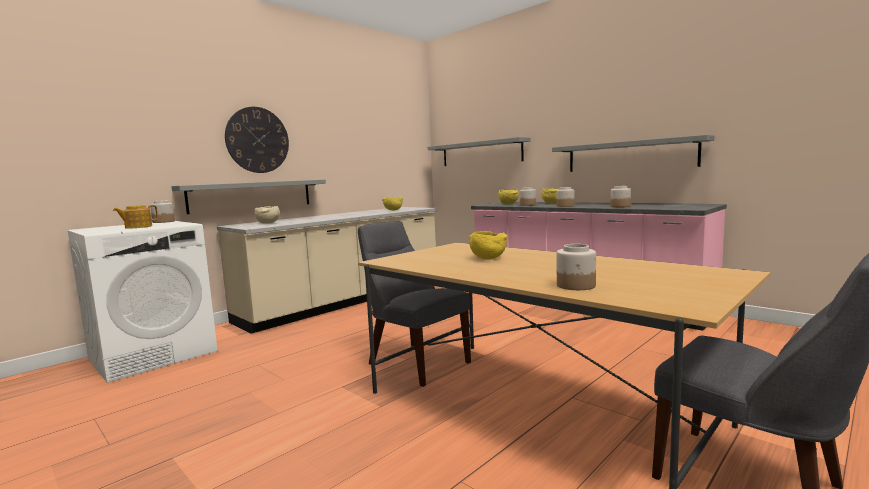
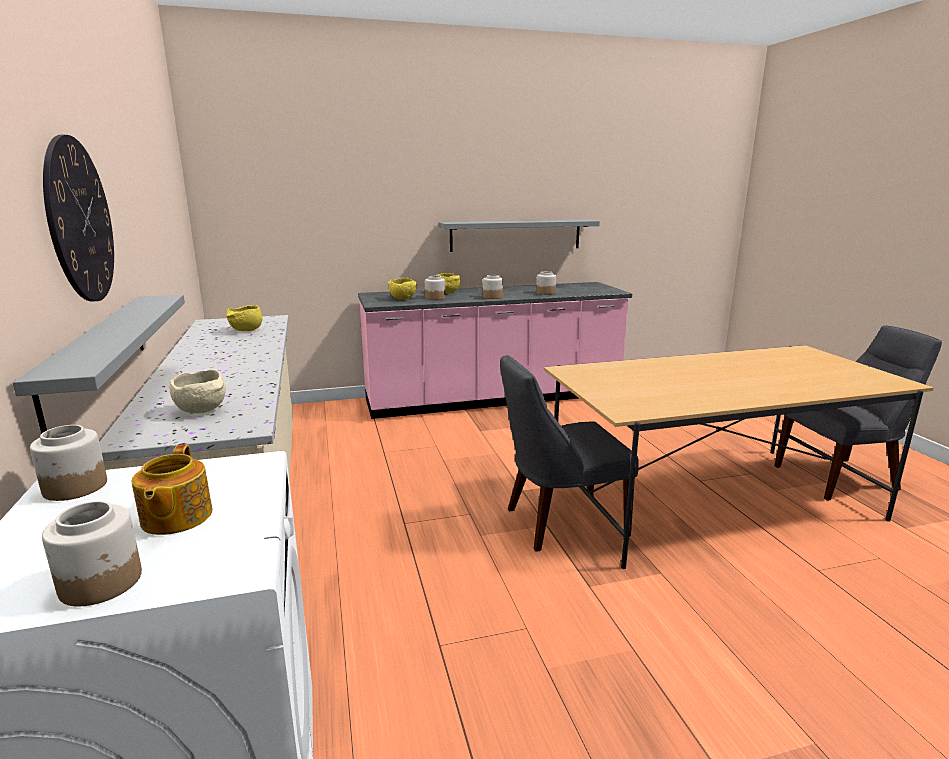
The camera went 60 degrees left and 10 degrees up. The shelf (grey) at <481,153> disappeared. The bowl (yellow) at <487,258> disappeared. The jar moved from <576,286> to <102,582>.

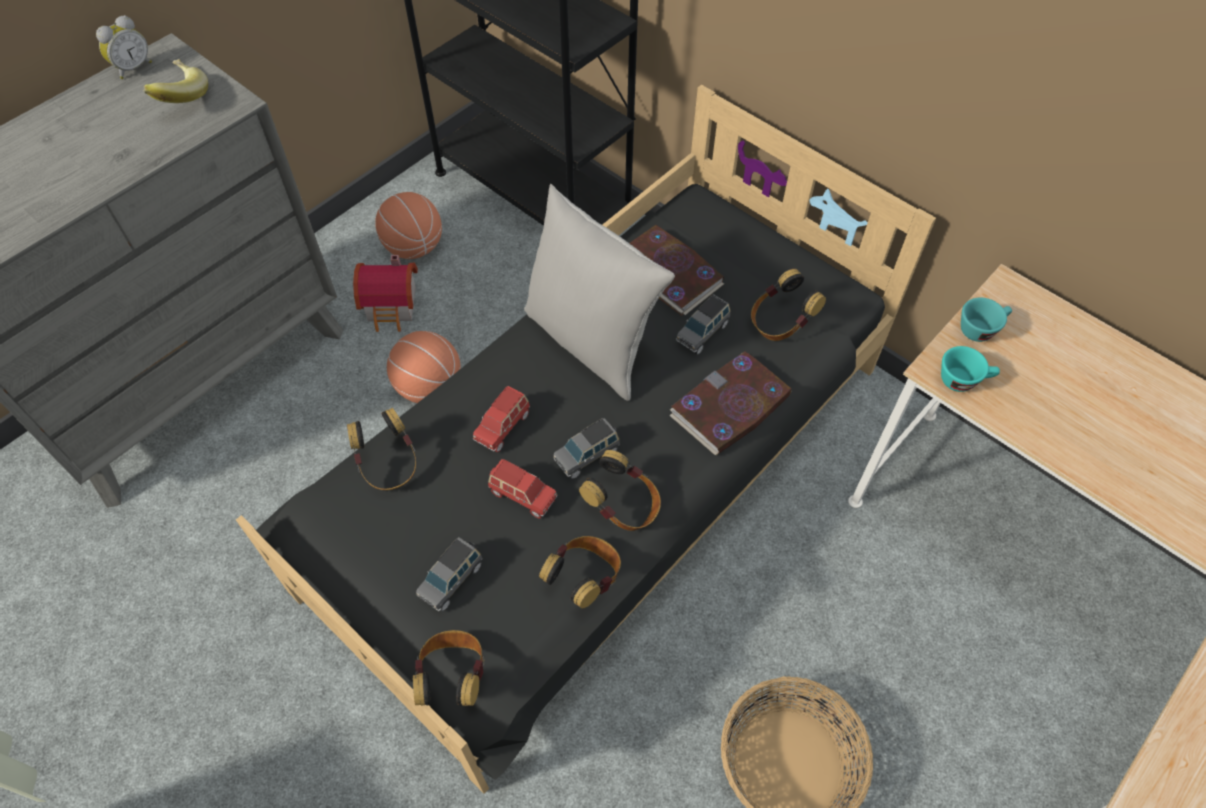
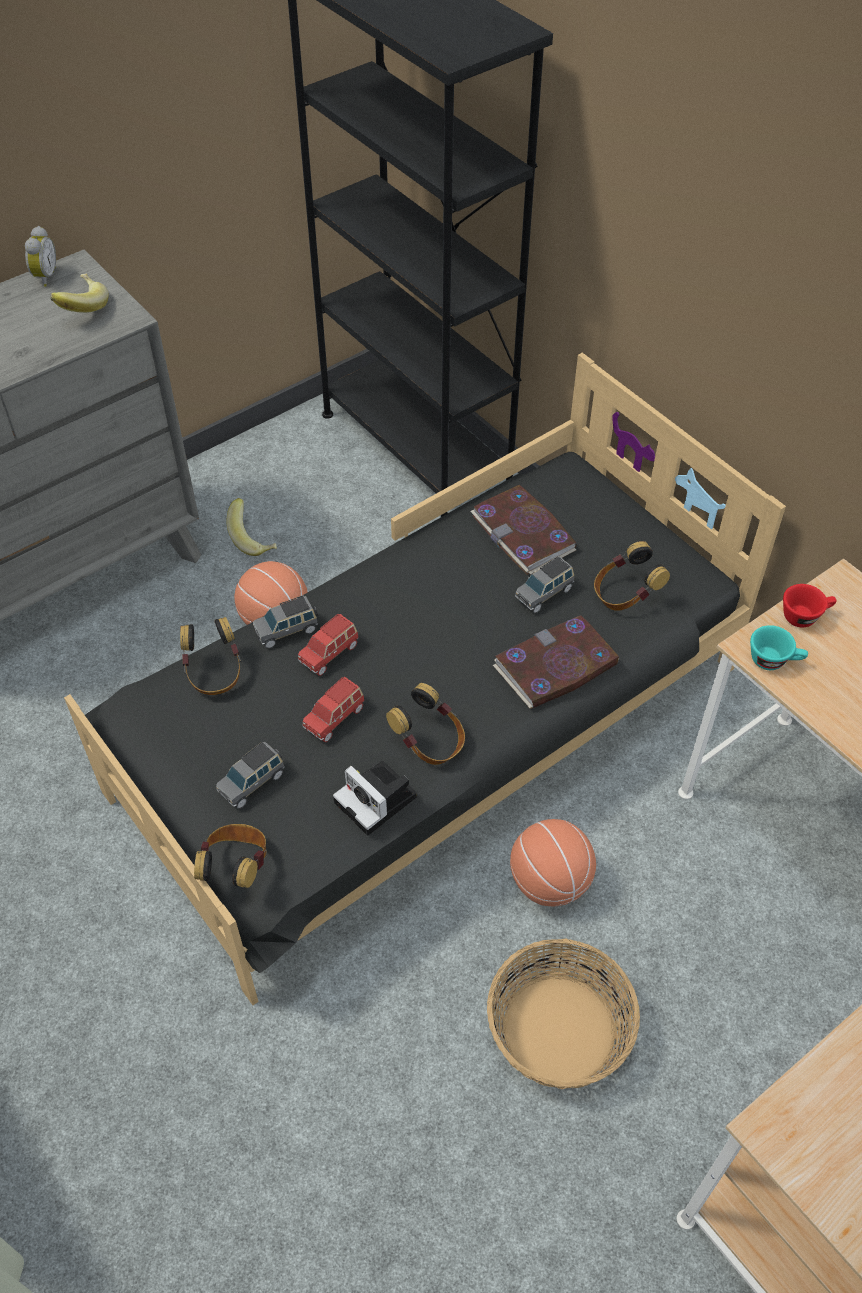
The camera went 10 degrees right and 5 degrees down. The alarm clock at <133,68> turned 45 degrees counterclockwise. The toy house at <393,307> was replaced by the banana at <254,539>. The basketball moved from <413,247> to <549,881>. The toy car (red) at <522,495> turned 90 degrees clockwise. The pillow (grey) at <591,342> disappeared. The headphones at <585,578> was replaced by the photo camera at <378,801>. The toy car (grey) moved from <587,455> to <287,630>. The cup (turquoise) at <980,328> became the cup (red) at <804,615>.

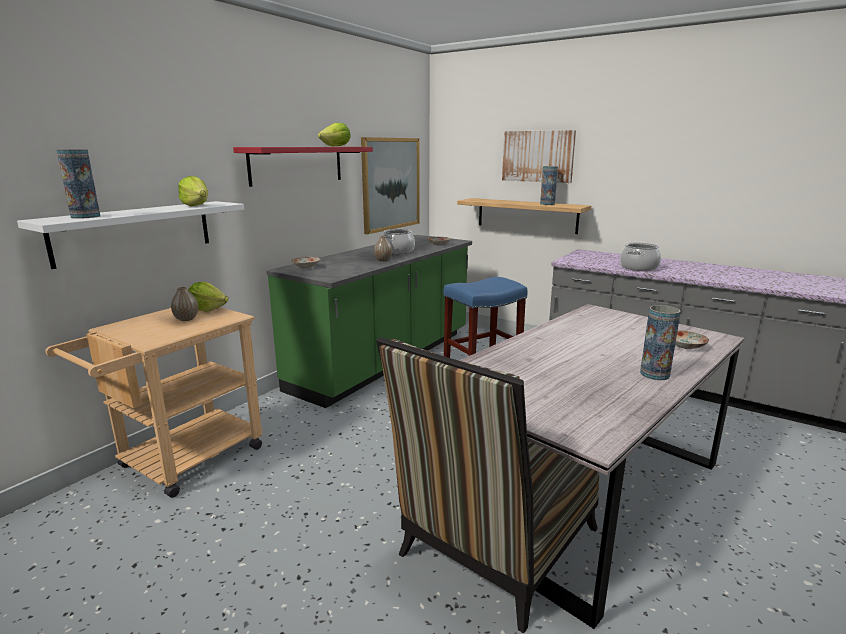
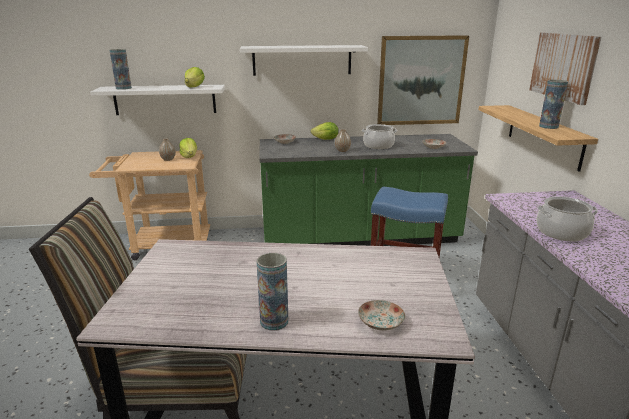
The camera went 50 degrees right and 5 degrees up. The shelf (red) at <297,165> became the shelf (white) at <302,60>. The lettuce moved from <336,146> to <326,139>.

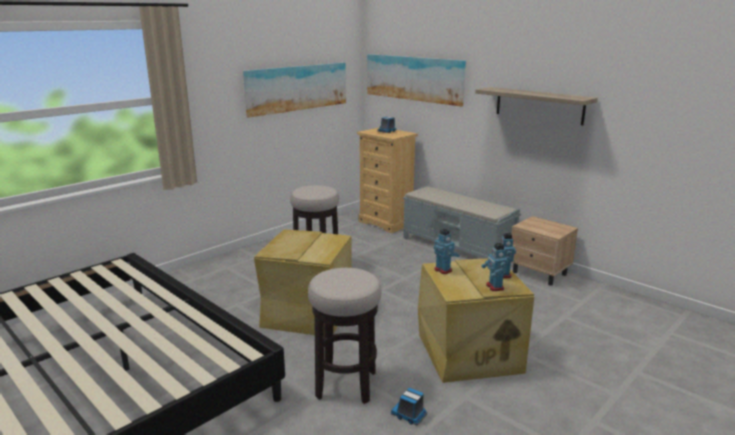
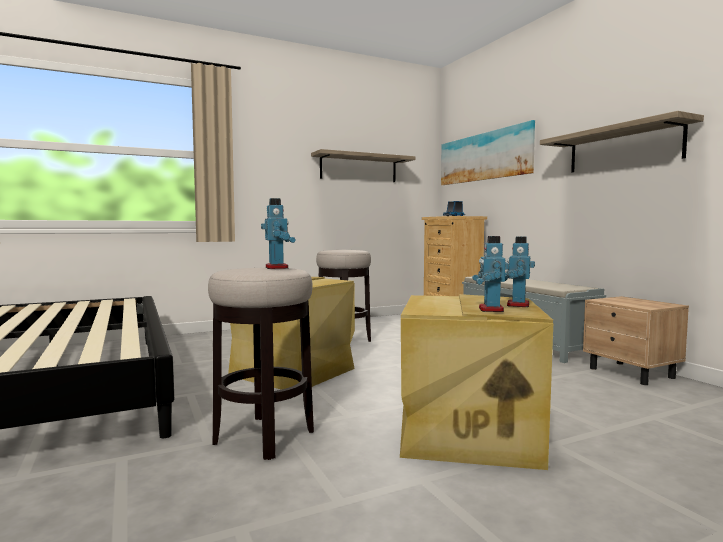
The camera went 20 degrees right and 15 degrees down. The picture at <296,88> was replaced by the shelf at <358,168>. The toy truck at <409,415> disappeared. The toy robot moved from <443,270> to <277,267>.

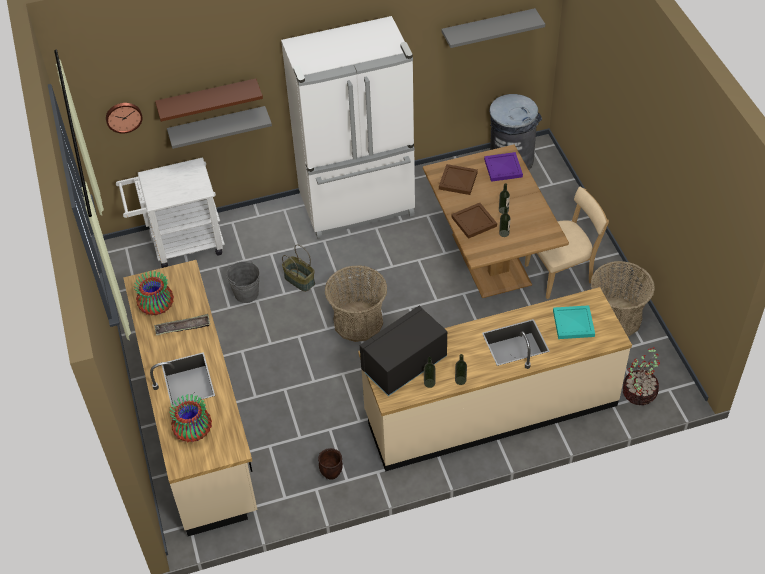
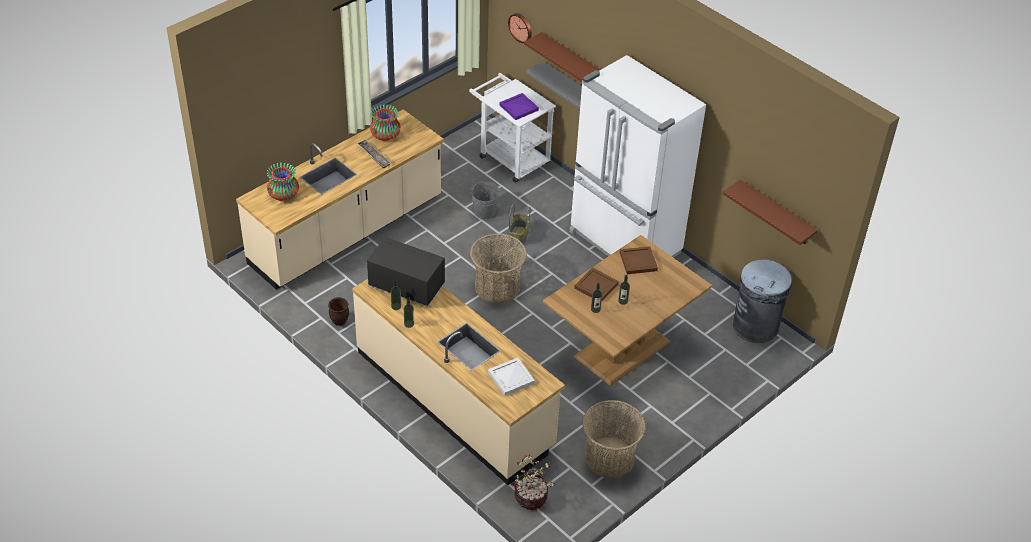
The camera went 60 degrees right and 5 degrees down. The shelf (grey) at <488,28> disappeared. The tray (purple) moved from <502,168> to <518,107>. The chair (beige) at <561,273> disappeared. The tray (turquoise) at <572,323> became the tray (white) at <511,377>. The shelf (brown) at <776,213> appeared.

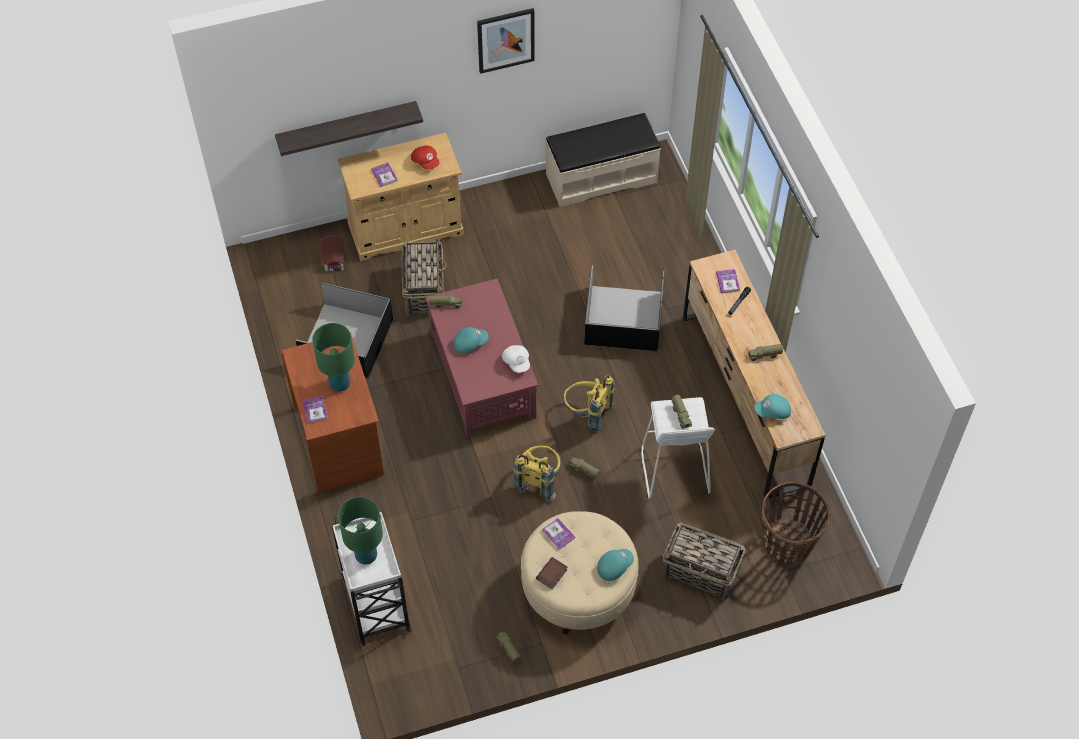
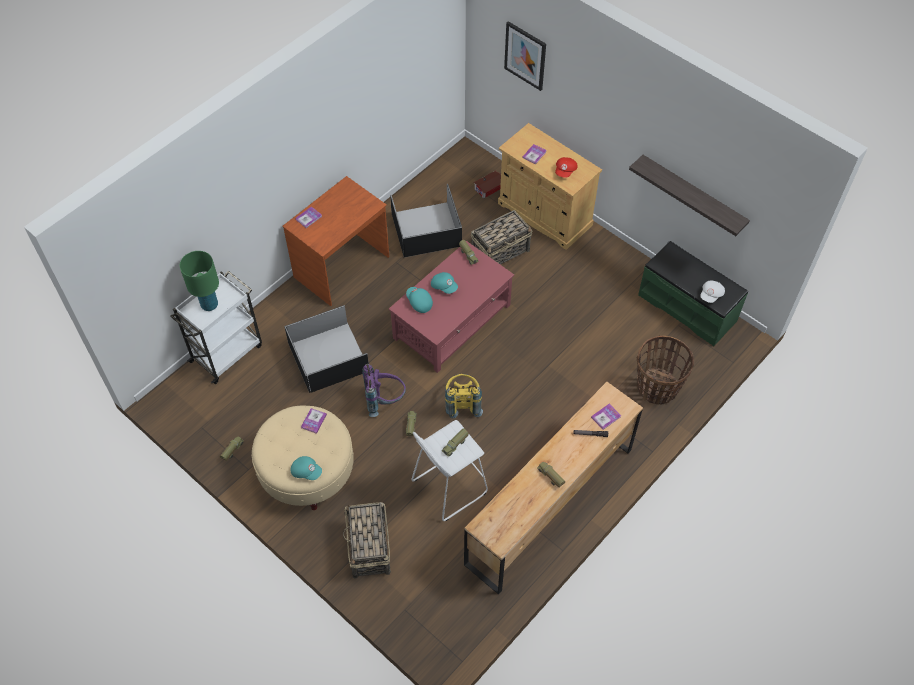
The camera went 60 degrees right and 0 degrees up. The shelf moved from <347,127> to <692,195>. The table lamp (green) at <340,384> disappeared. The picture moved from <505,40> to <525,55>. The cap (white) moved from <517,362> to <711,295>. The backpack (yellow) at <539,480> became the backpack (purple) at <384,400>. The book at <552,575> disappeared. The bench (beige) at <601,177> became the bench (green) at <687,307>. The storage box (black) moved from <624,318> to <329,358>. The cap (turquoise) moved from <773,412> to <419,302>. The basket moved from <787,543> to <657,388>.

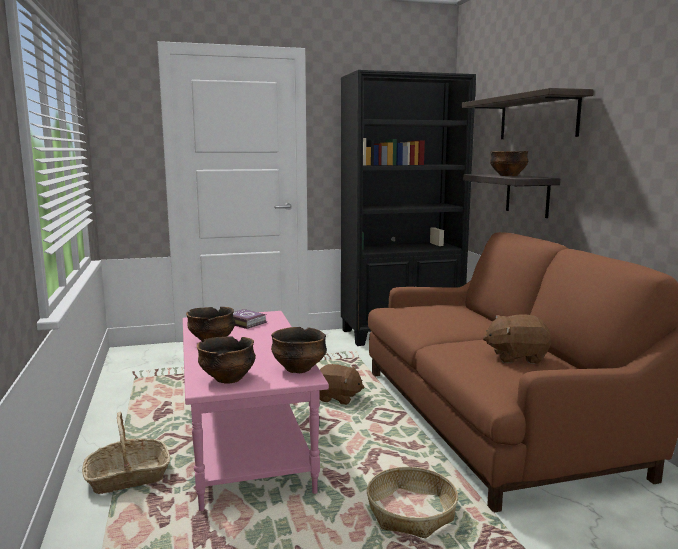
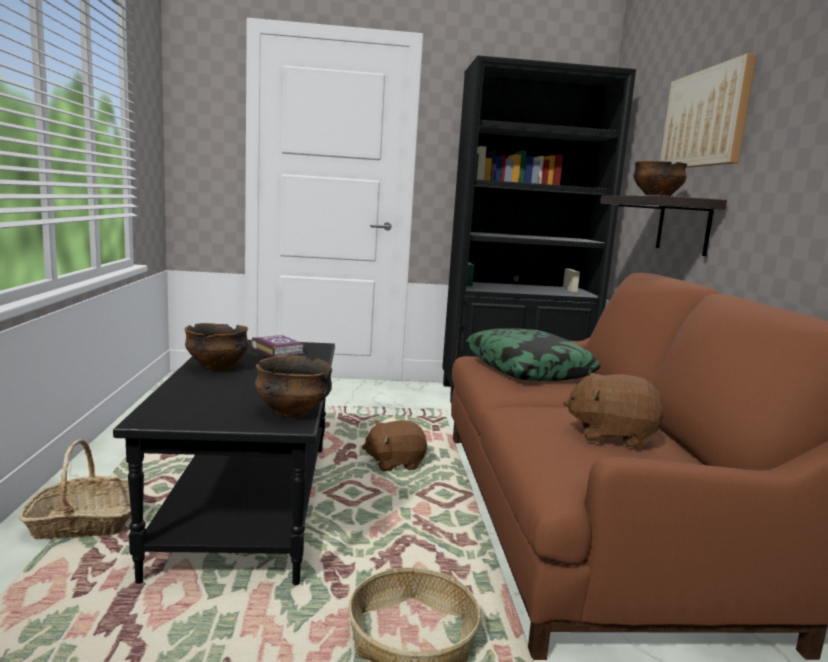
The camera went 10 degrees right and 0 degrees up. The coffee table (pink) at <248,444> became the coffee table (black) at <251,504>. The bowl at <228,378> disappeared. The plush toy (brown) at <338,398> turned 135 degrees clockwise. The shelf at <537,117> was replaced by the picture at <706,118>. The pillow at <528,368> appeared.

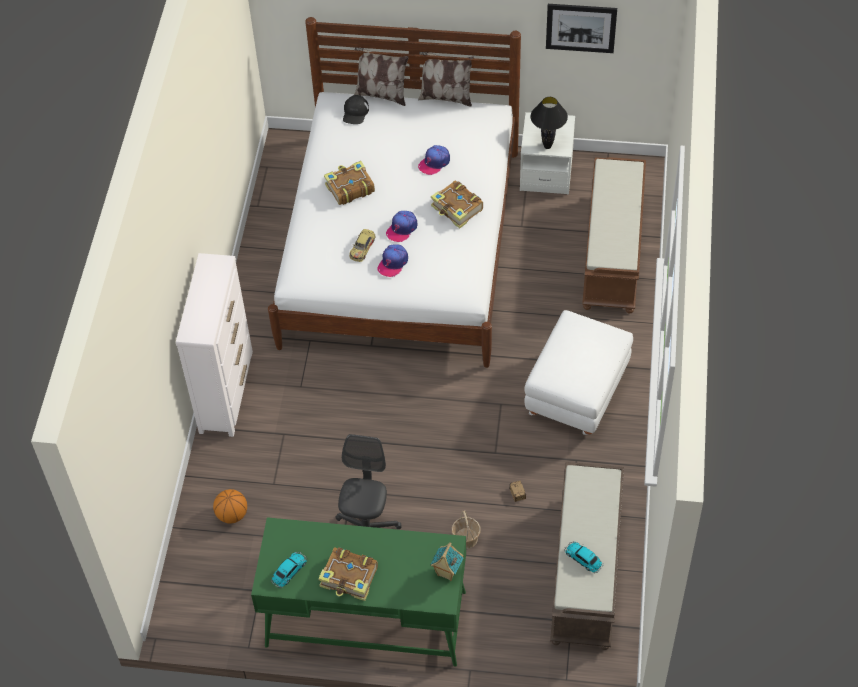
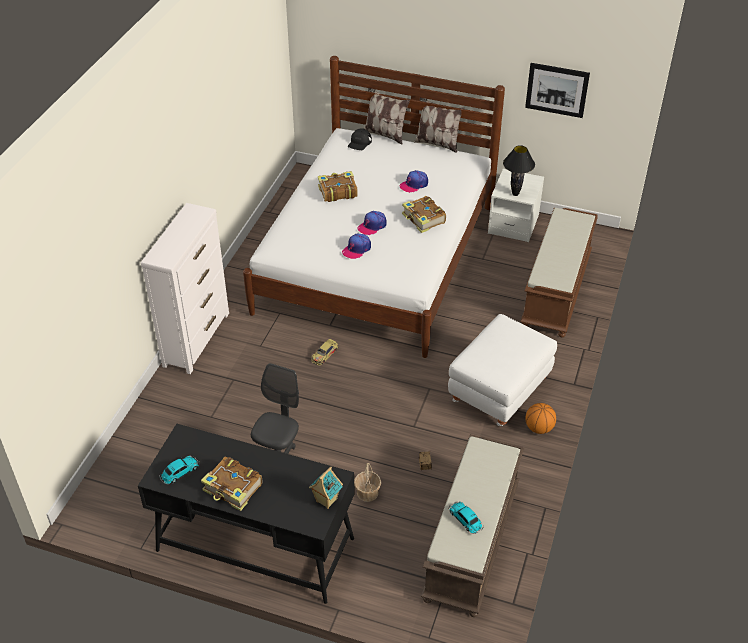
The camera went 10 degrees right and 10 degrees down. The basketball moved from <232,514> to <539,428>. The desk (green) at <365,618> became the desk (black) at <255,543>. The toy car moved from <362,247> to <324,354>.

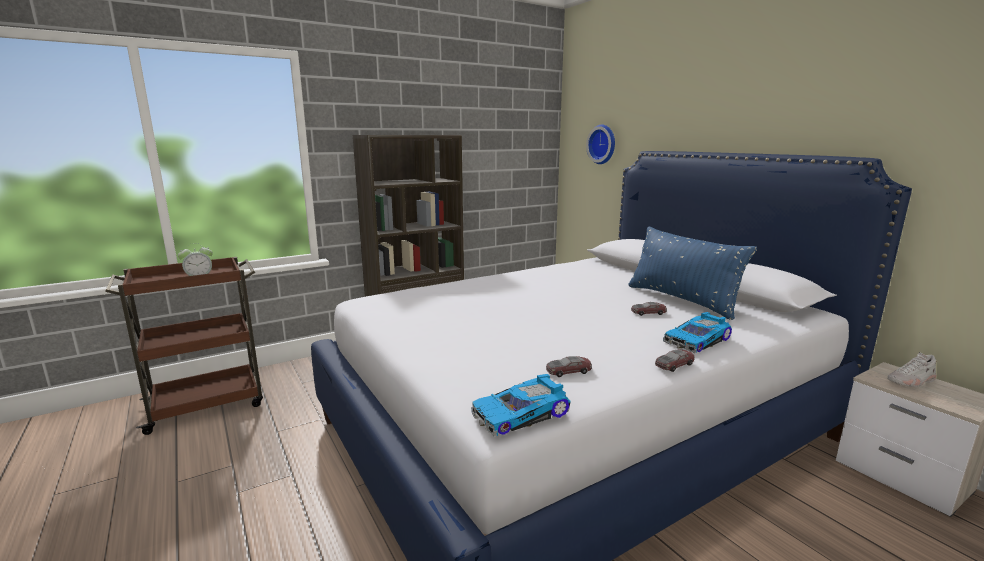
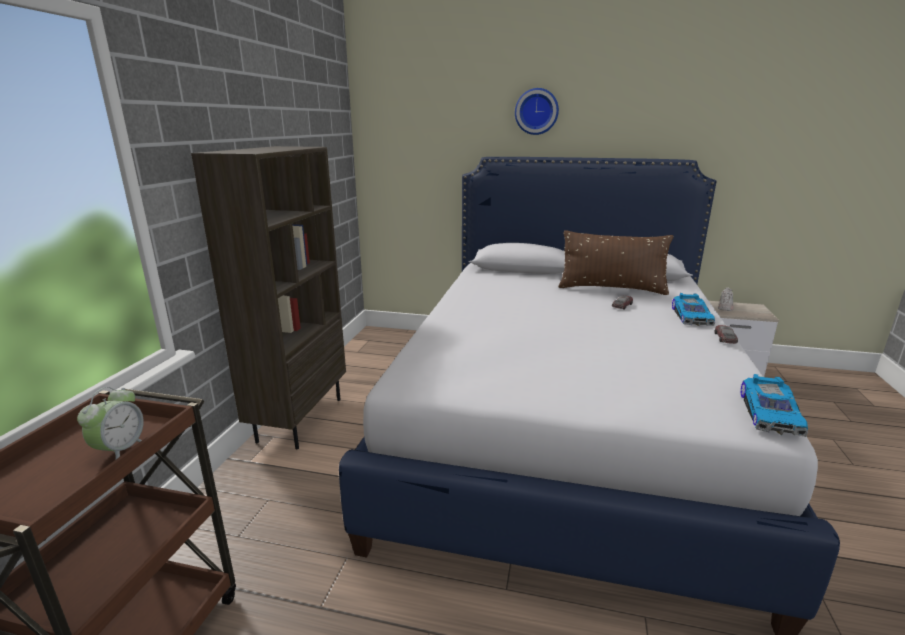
The camera went 45 degrees left and 5 degrees up. The toy car at <568,371> disappeared. The wall clock moved from <603,144> to <536,111>. The pillow (blue) at <681,300> became the pillow (brown) at <611,289>.

